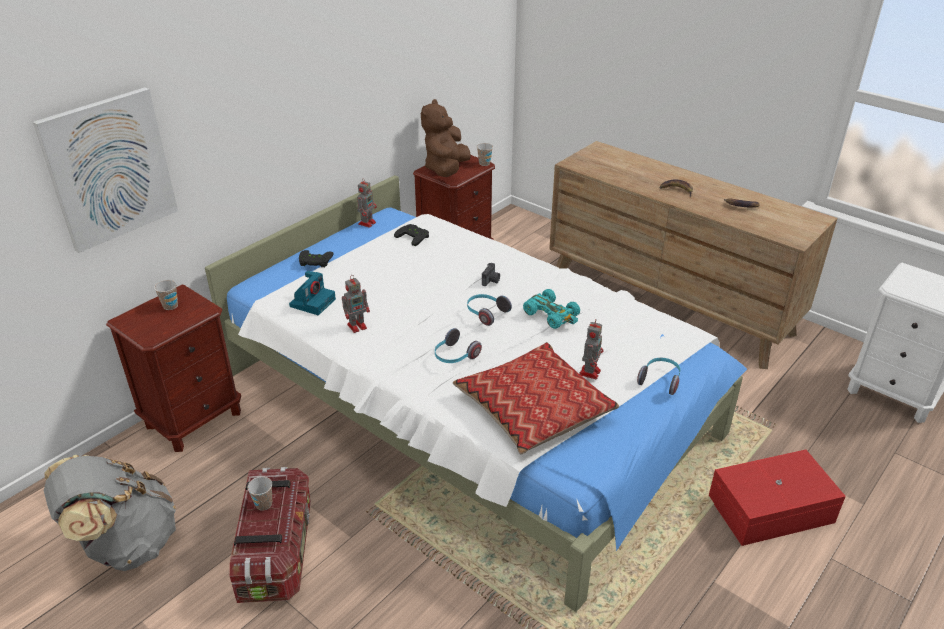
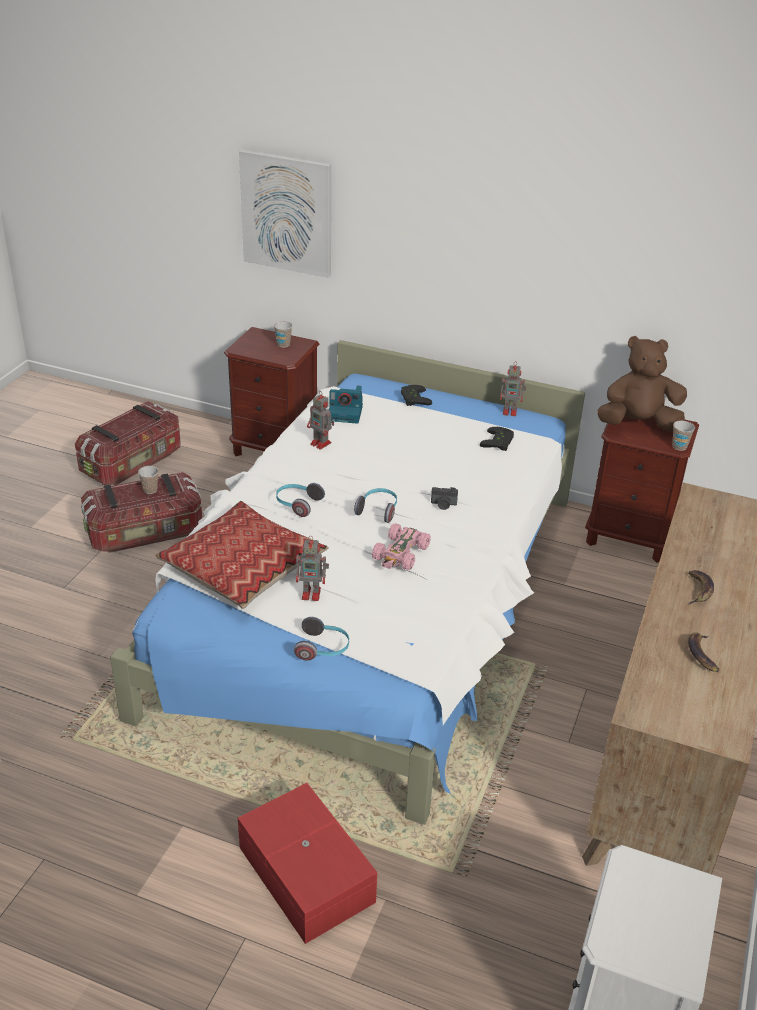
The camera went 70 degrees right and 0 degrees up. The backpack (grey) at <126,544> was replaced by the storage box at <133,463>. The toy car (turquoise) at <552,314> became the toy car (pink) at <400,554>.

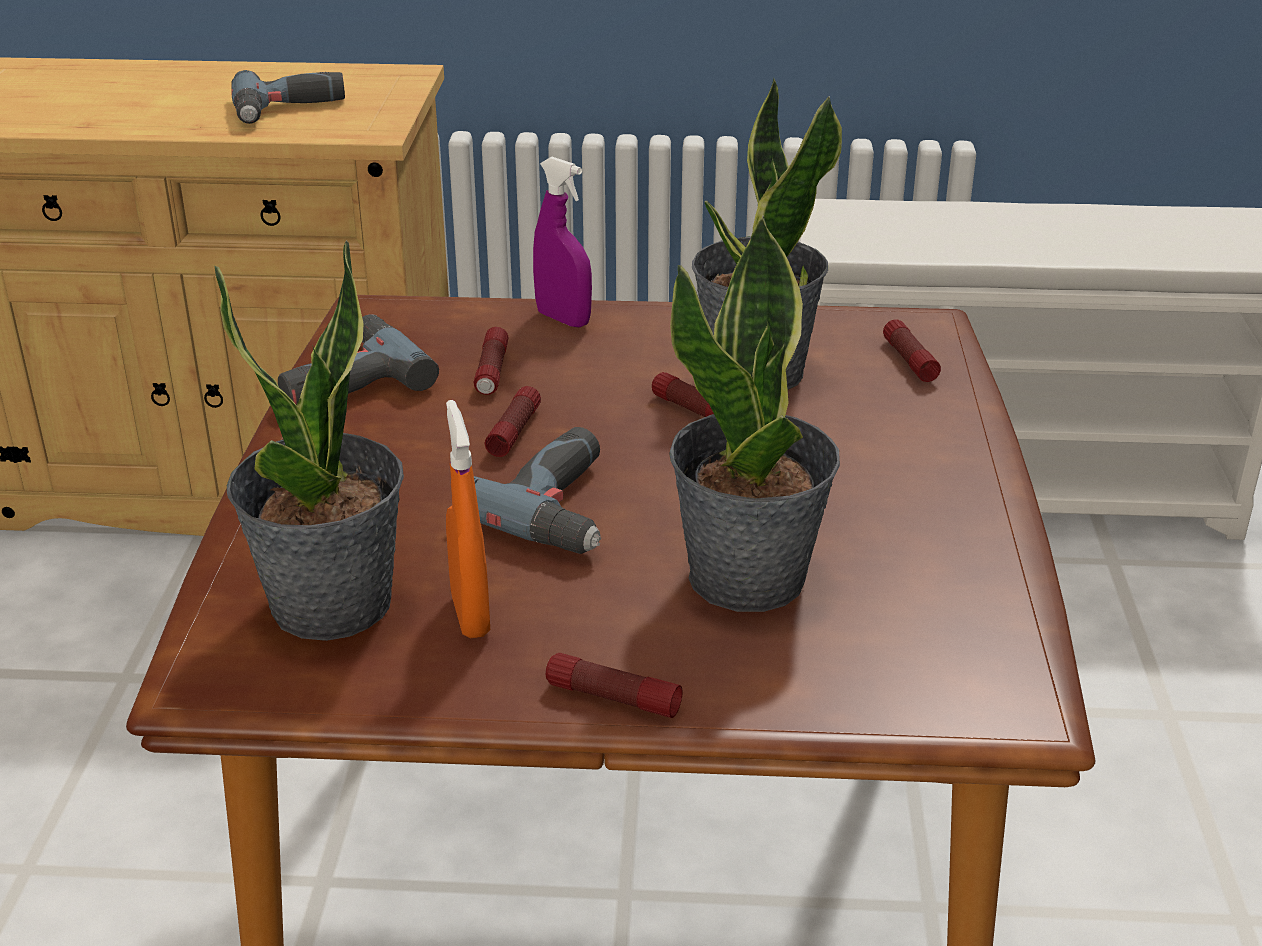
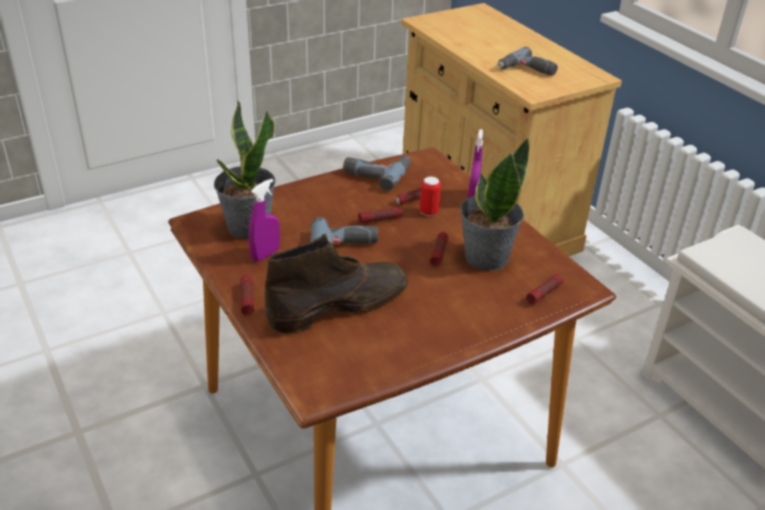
The camera went 55 degrees right and 5 degrees up. The spray bottle (orange) at <470,615> became the spray bottle (purple) at <265,254>. The potted plant at <749,578> was replaced by the boot (brown) at <339,304>. The can at <428,212> appeared.

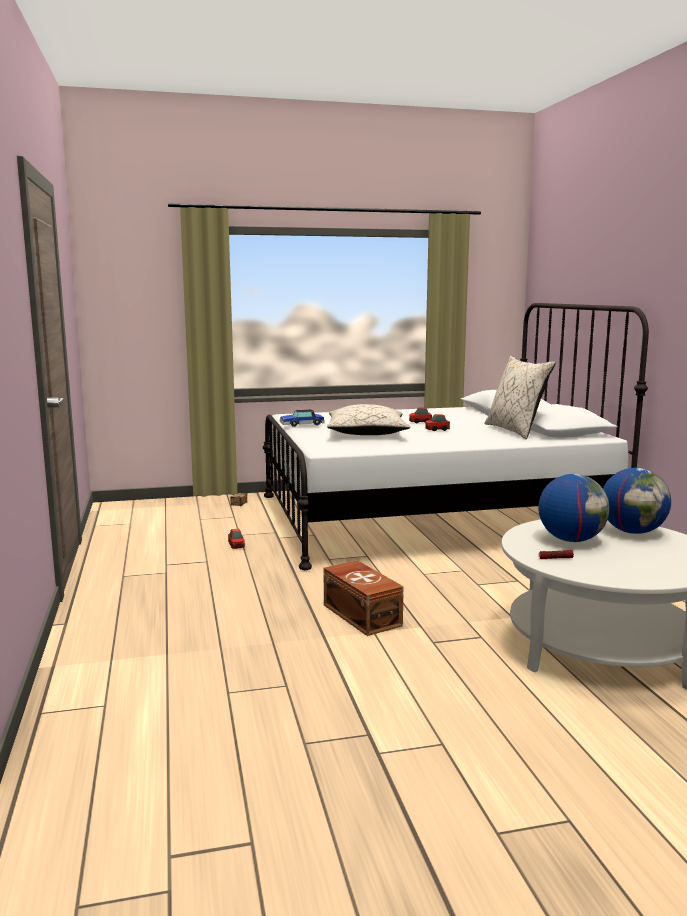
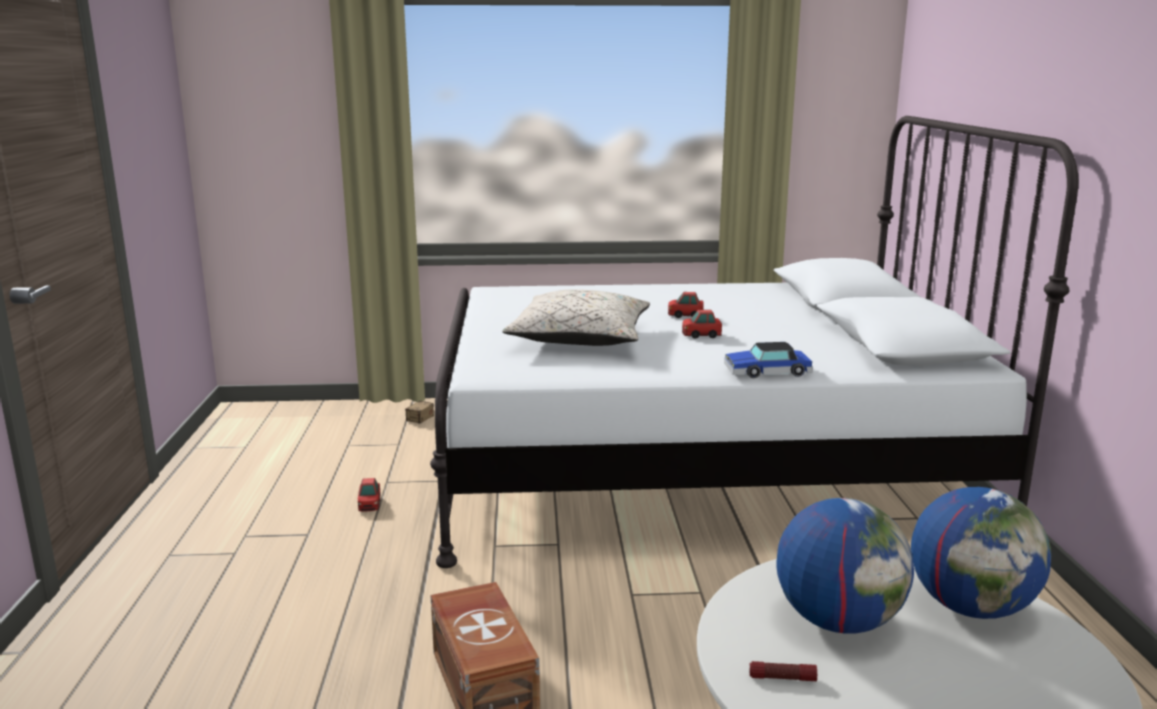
The camera went 10 degrees right and 5 degrees up. The toy car moved from <302,424> to <767,372>. The pillow (beige) at <516,431> disappeared.

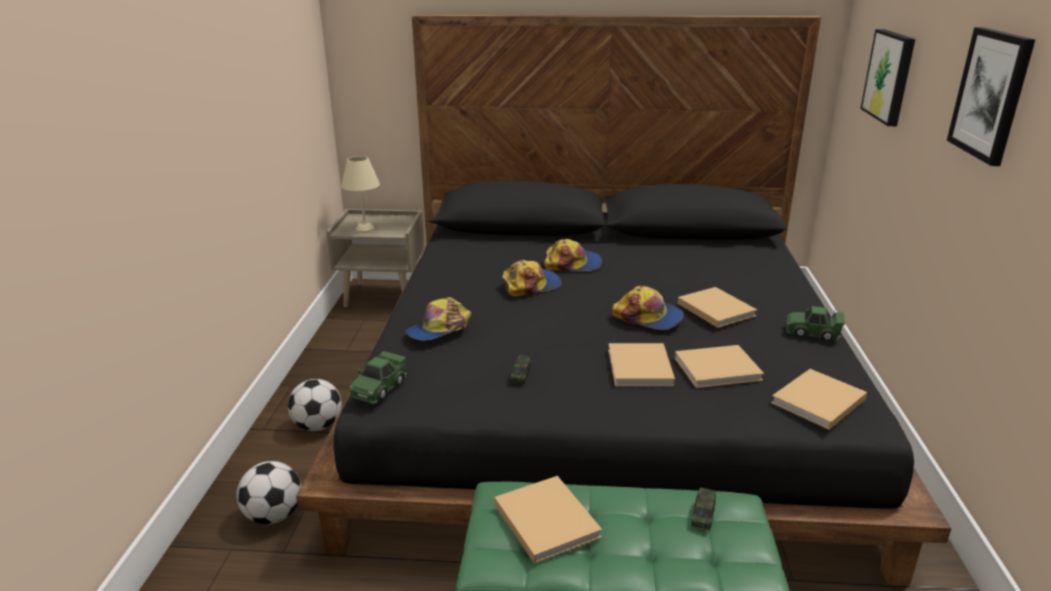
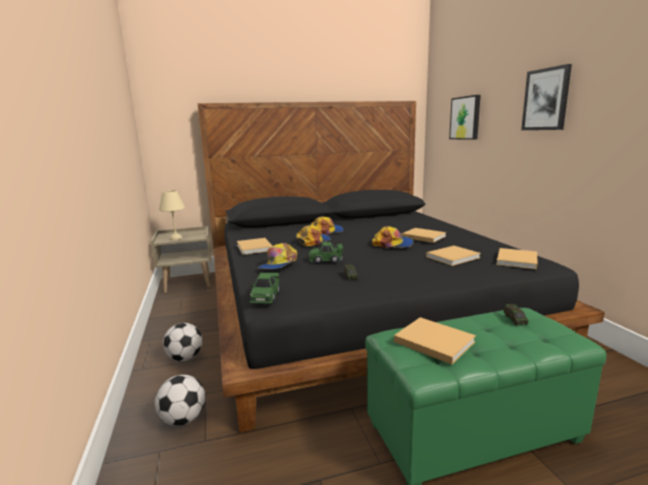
The camera went 20 degrees left and 10 degrees down. The book (beige) moved from <640,369> to <254,248>. The toy car (green) moved from <812,333> to <326,259>.

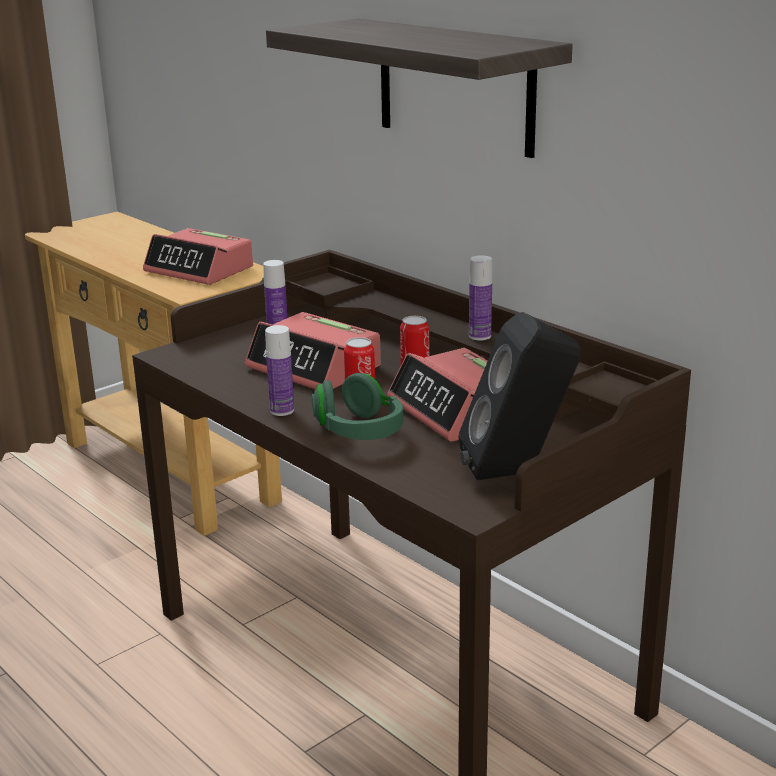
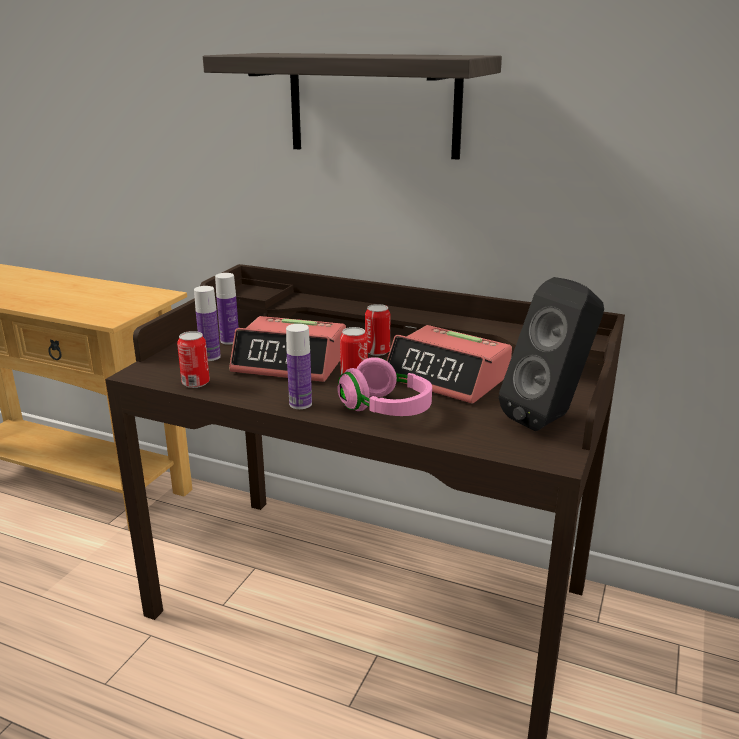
The camera went 25 degrees left and 0 degrees up. The alarm clock at <200,270> disappeared. The headphones (green) at <358,431> became the headphones (pink) at <386,409>. The bottle moved from <480,336> to <210,357>. The can at <195,383> appeared.

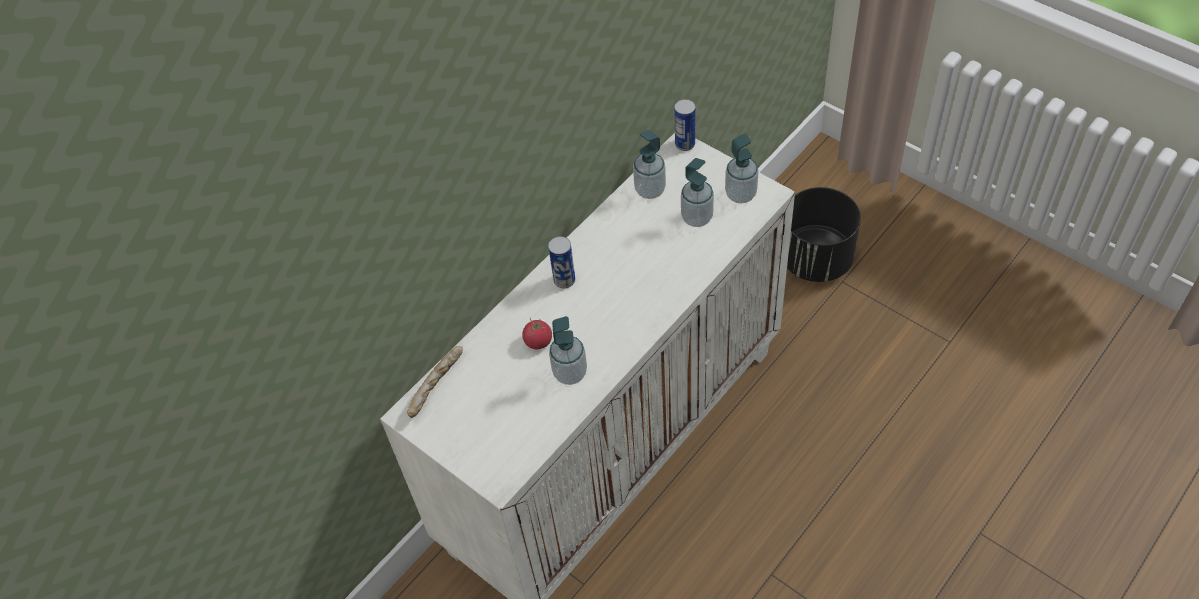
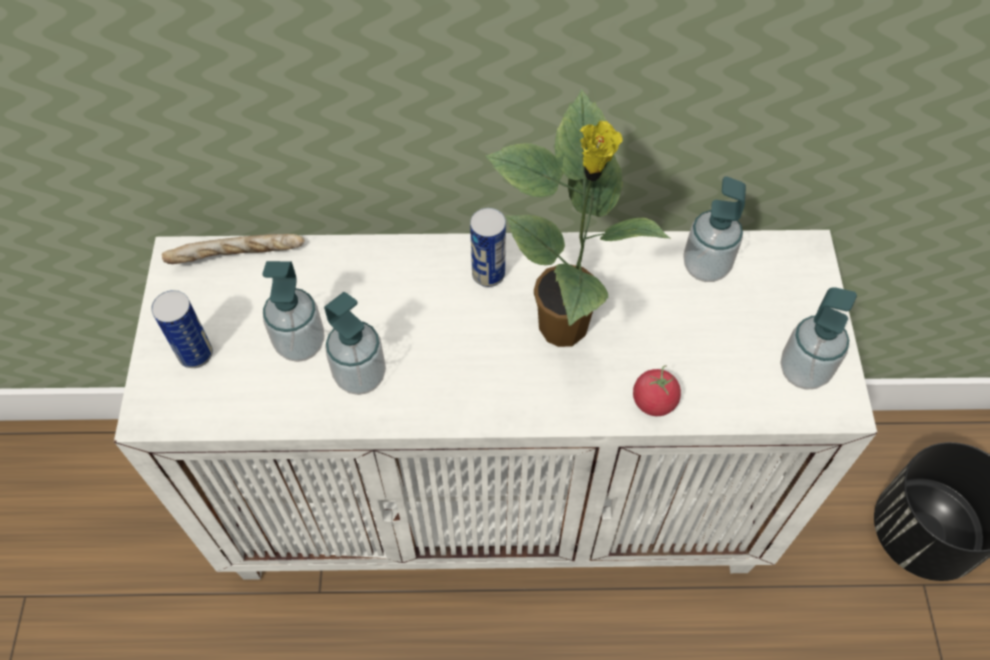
The camera went 45 degrees right and 5 degrees up. The tomato moved from <538,341> to <654,401>. The can moved from <685,144> to <195,354>. The soap dispenser moved from <697,217> to <300,343>. The potted plant at <565,329> appeared.

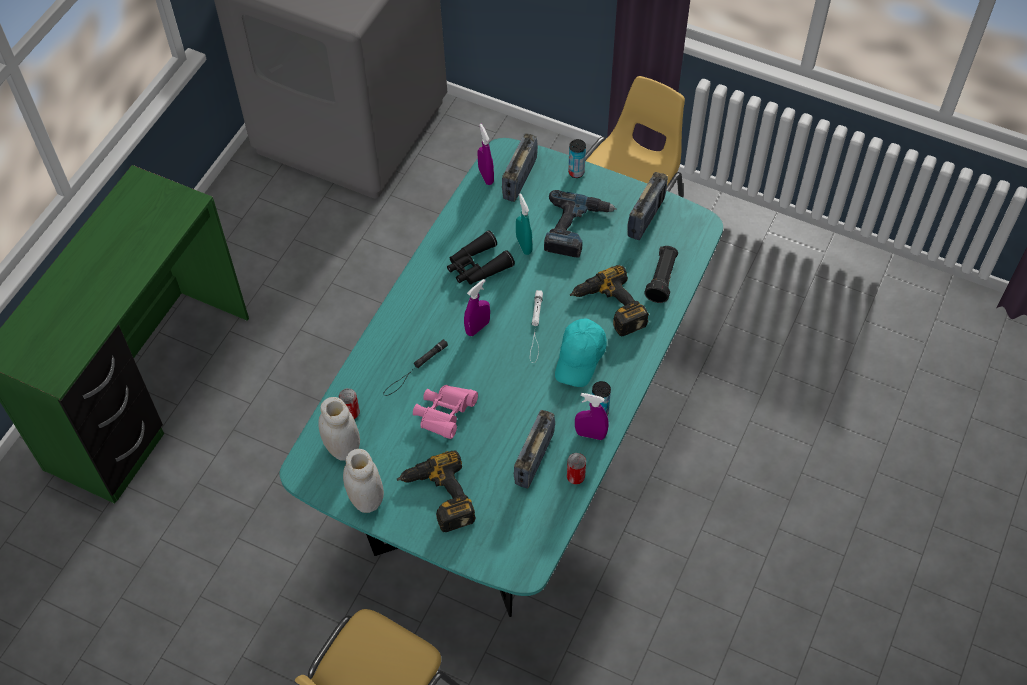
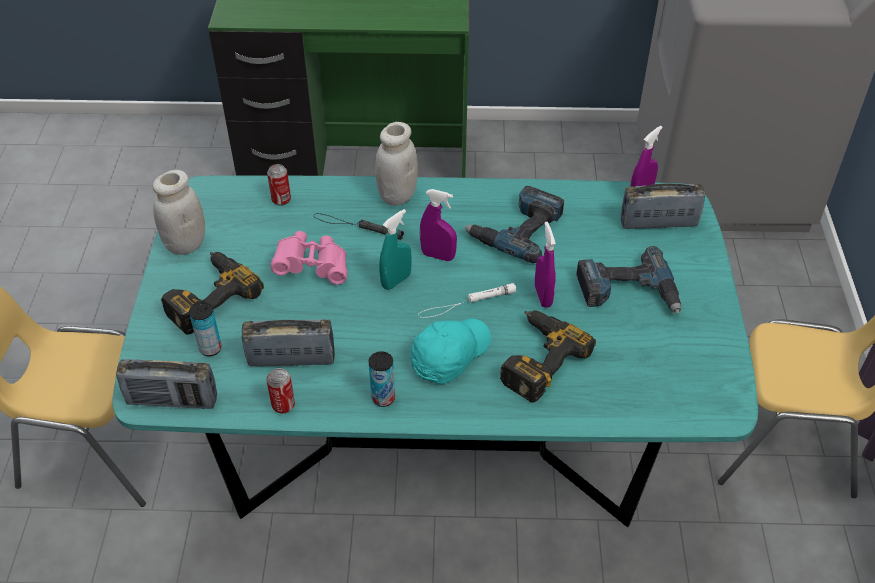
The camera went 65 degrees right and 10 degrees down. The jar (white) moved from <342,447> to <397,195>. The binoculars (black) at <477,266> was replaced by the power drill at <517,229>. The spray bottle (turquoise) moved from <524,245> to <396,281>. The cap (turquoise) at <580,358> turned 135 degrees clockwise. The can moved from <576,172> to <210,348>. The spray bottle (purple) moved from <590,434> to <543,296>. The radio moved from <646,217> to <172,400>. The flashlight (black) at <662,279> disappeared.

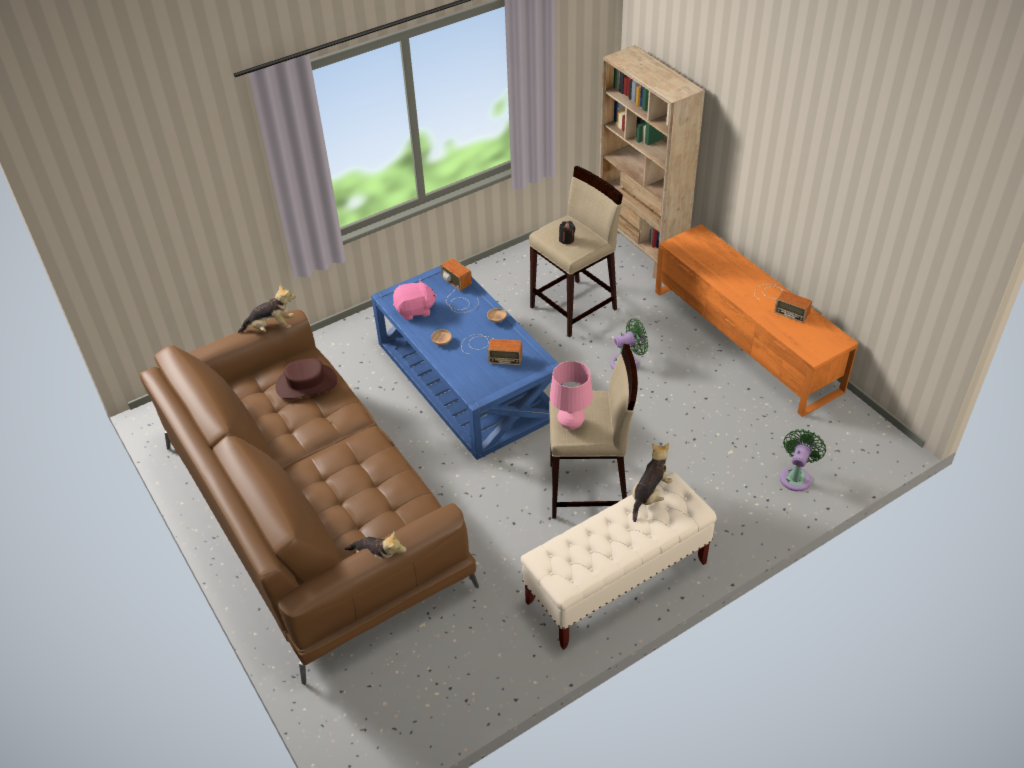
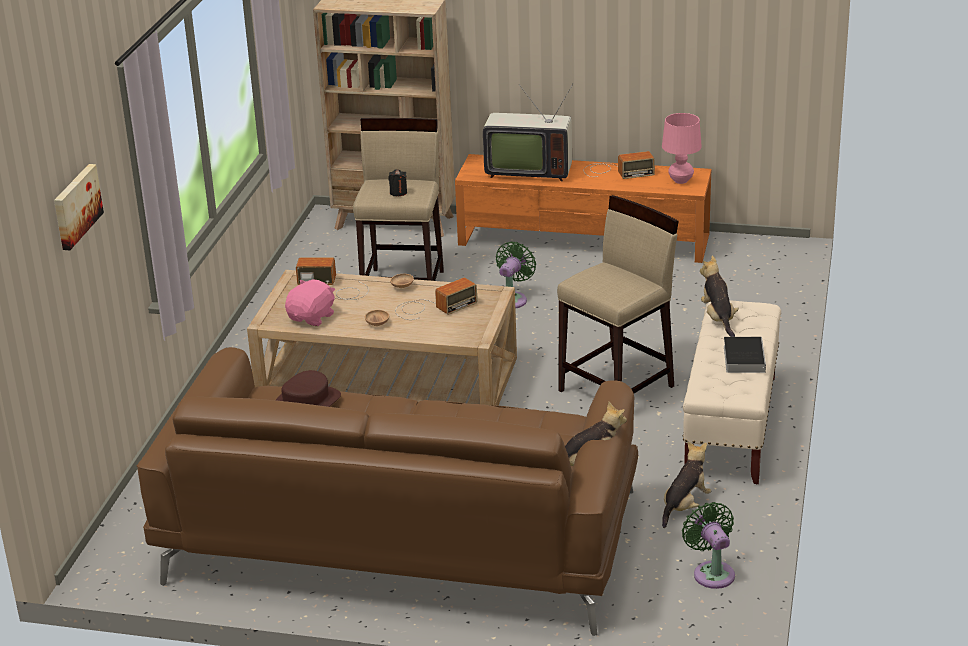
The camera went 45 degrees left and 15 degrees down. The plush toy moved from <271,327> to <685,506>. The coffee table (blue) at <466,379> became the coffee table (beige) at <387,380>. The table lamp (pink) moved from <570,424> to <680,180>. The fan (green) moved from <796,476> to <712,572>. The picture at <75,206> appeared. The television at <528,171> appeared. The book at <743,357> appeared.

